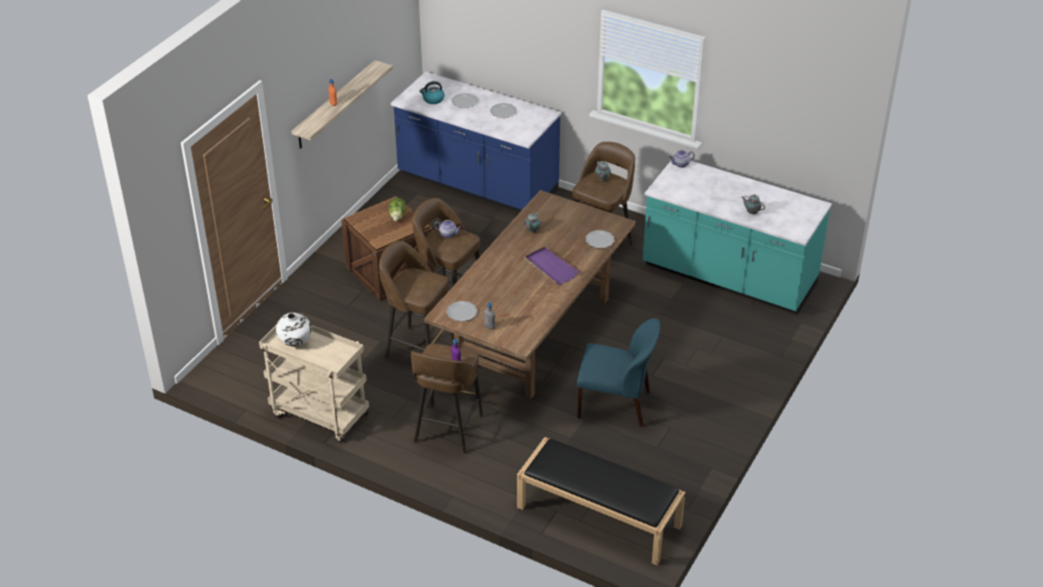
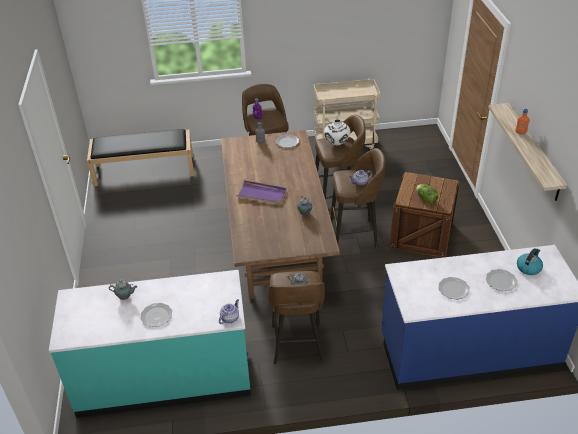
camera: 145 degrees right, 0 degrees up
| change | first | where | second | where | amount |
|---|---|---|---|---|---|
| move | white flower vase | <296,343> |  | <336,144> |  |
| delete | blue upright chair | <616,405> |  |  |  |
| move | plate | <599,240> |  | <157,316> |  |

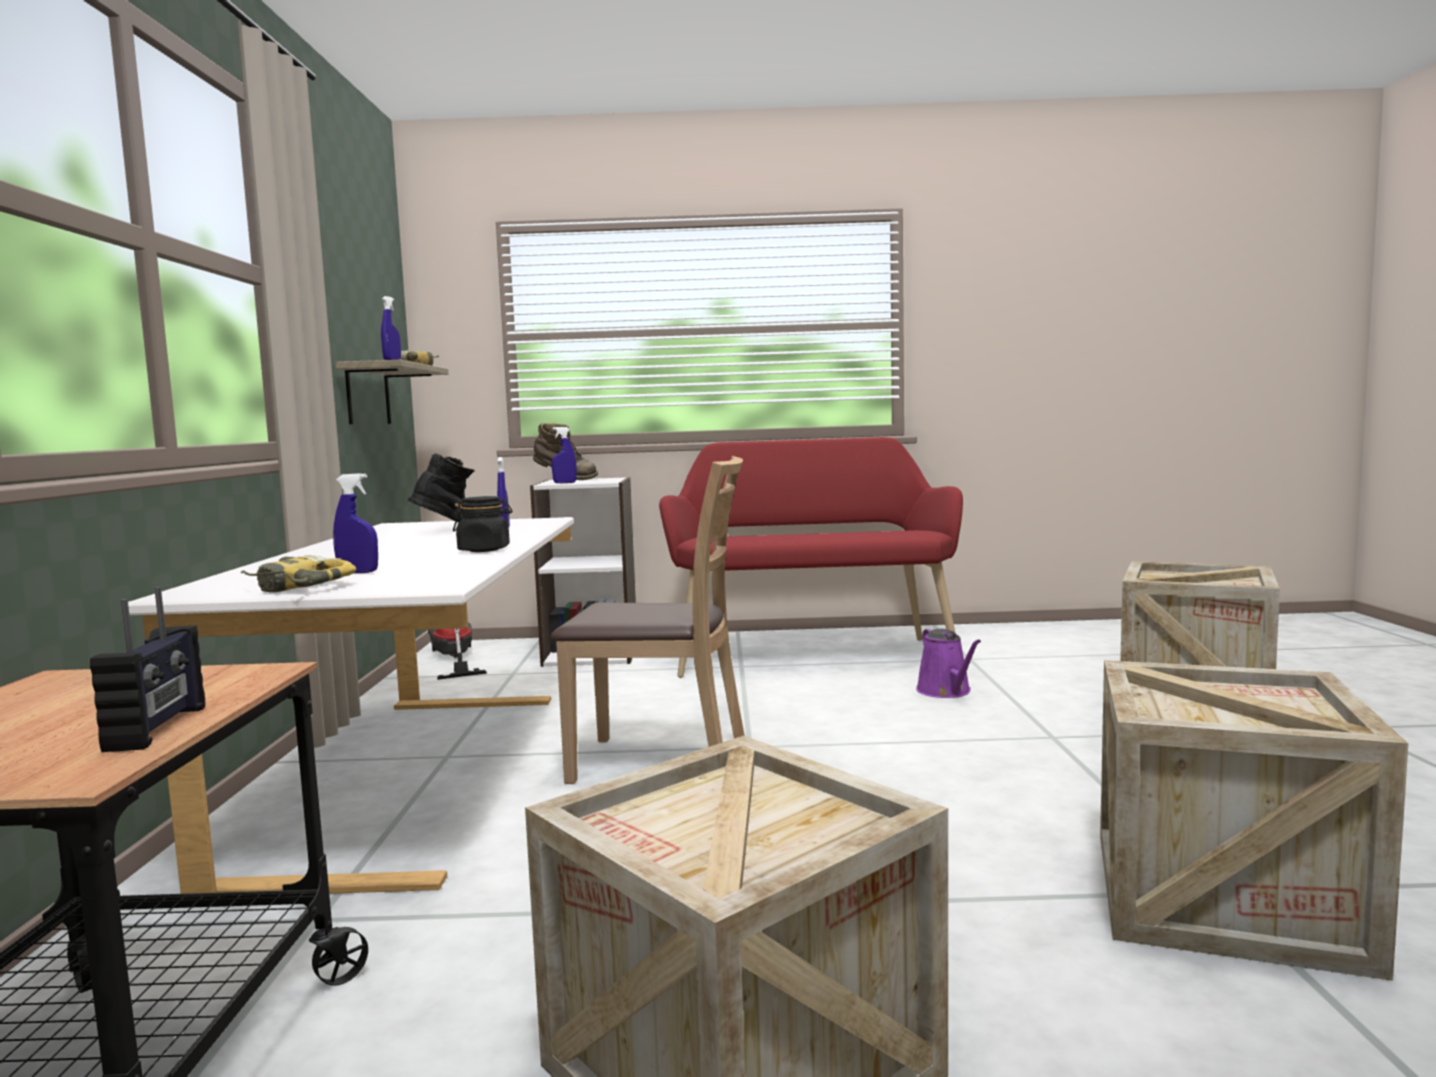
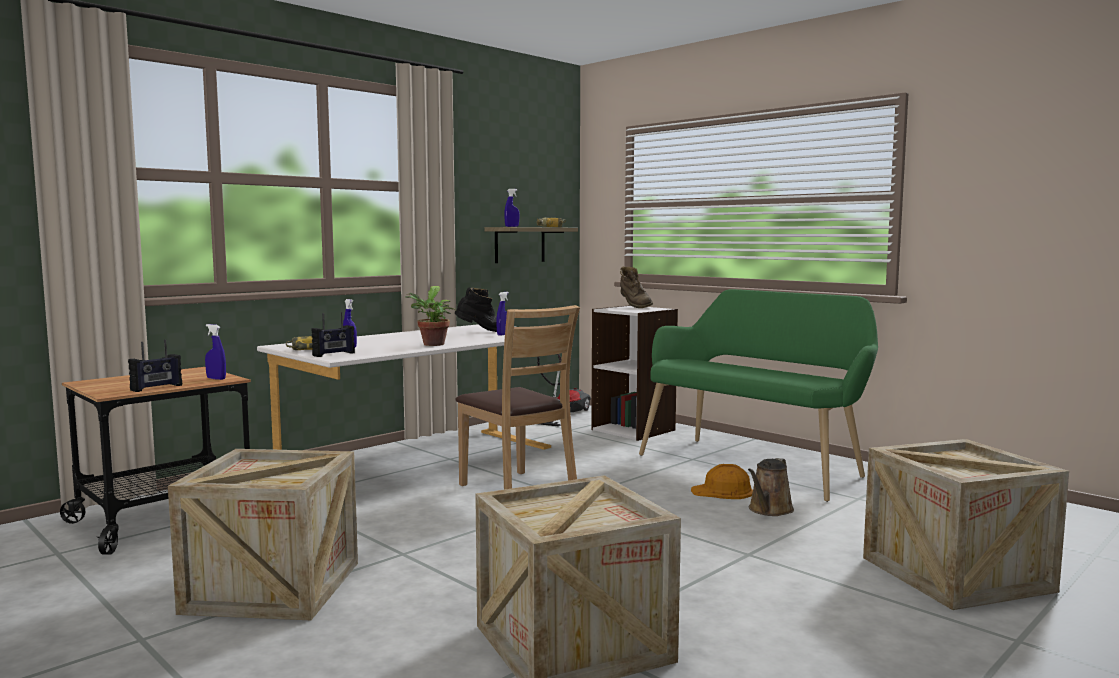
camera: 45 degrees right, 0 degrees up
| change | first | where | second | where | amount |
|---|---|---|---|---|---|
| replace | black-coloured jar | <484,550> | plant in a pot | <432,345> |  |
| move | blue spray bottle | <564,483> |  | <216,379> |  |
| recolor | red-coloured bench | <811,654> | green-coloured bench | <755,465> |  |
| recolor | purplish watering pot | <946,691> | brownish watering pot | <769,510> |  |
| insert |  |  | radio set | <334,354> |  |
| insert |  |  | orange hard hat | <723,491> |  |

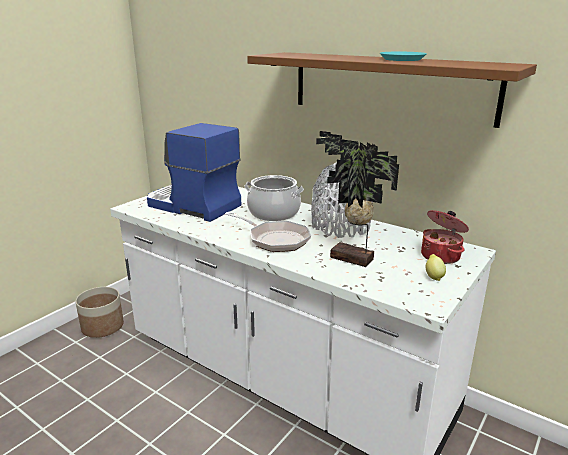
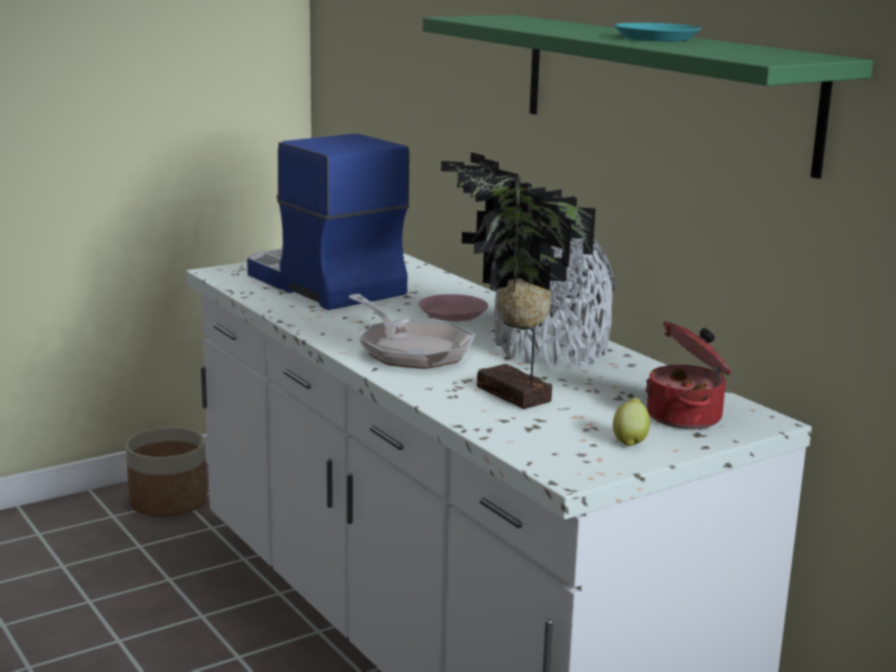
camera: 20 degrees right, 5 degrees down
| change | first | where | second | where | amount |
|---|---|---|---|---|---|
| replace | saucepot | <274,213> | pink-coloured plate | <453,313> |  |
| recolor | brownish shelf | <389,86> | green-coloured shelf | <661,88> |  |

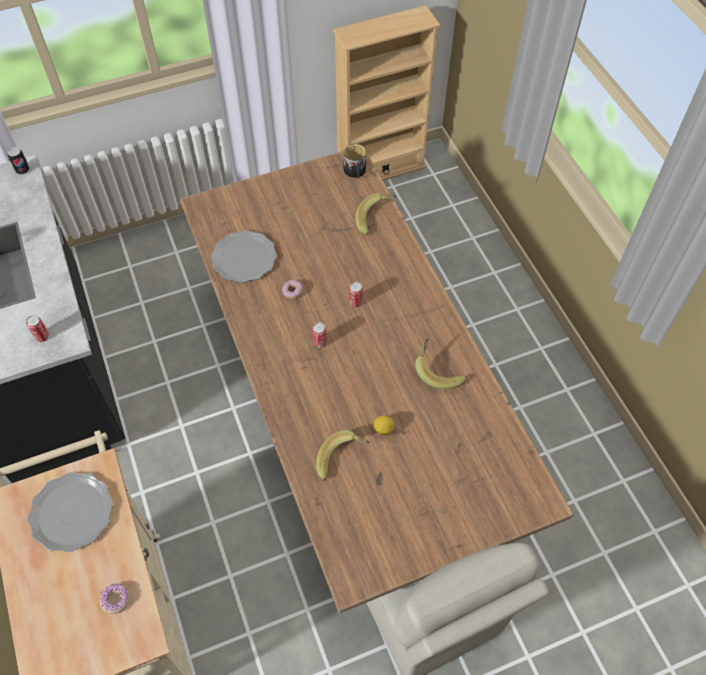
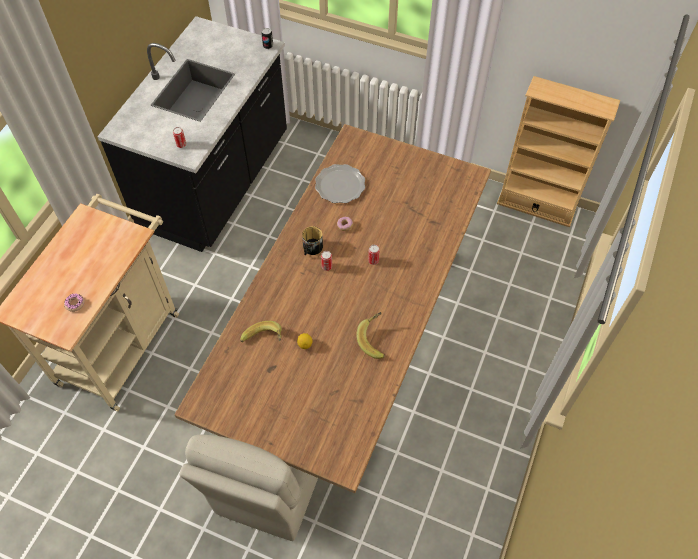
camera: 45 degrees right, 0 degrees up
| change | first | where | second | where | amount |
|---|---|---|---|---|---|
| delete | plate | <72,513> |  |  |  |
| move | coffee mug | <355,171> |  | <311,248> |  |
| delete | banana | <376,220> |  |  |  |

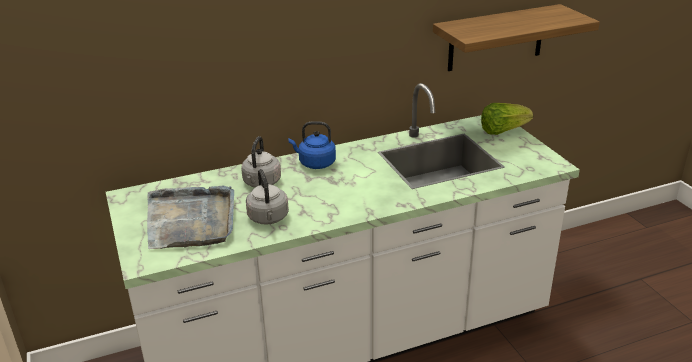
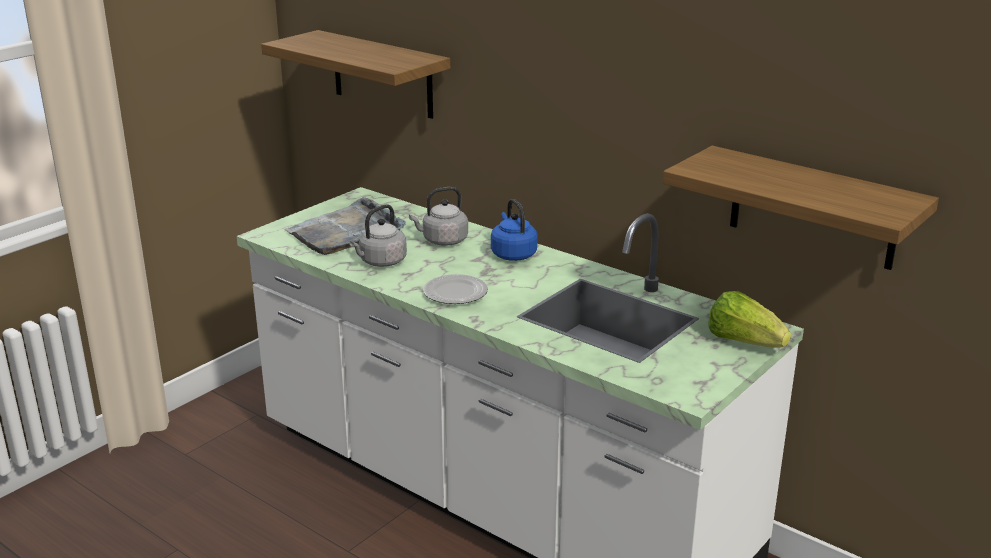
camera: 60 degrees right, 5 degrees down
| change | first | where | second | where | amount |
|---|---|---|---|---|---|
| insert |  |  | shelf | <382,74> |  |
| insert |  |  | plate | <456,293> |  |

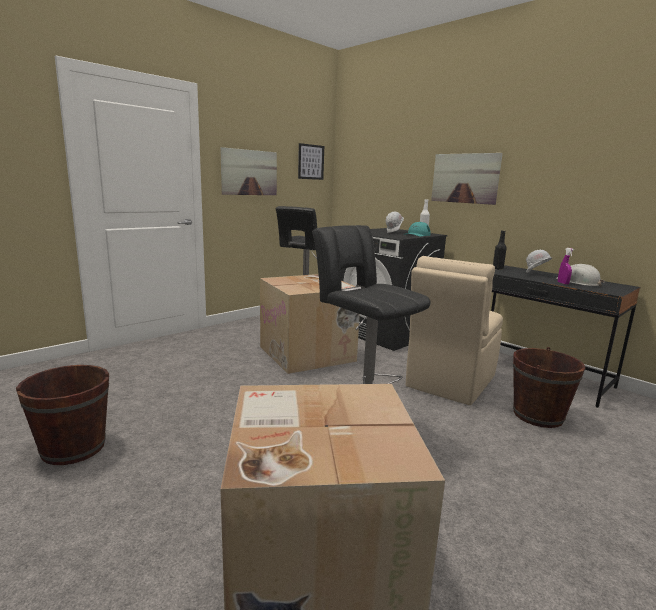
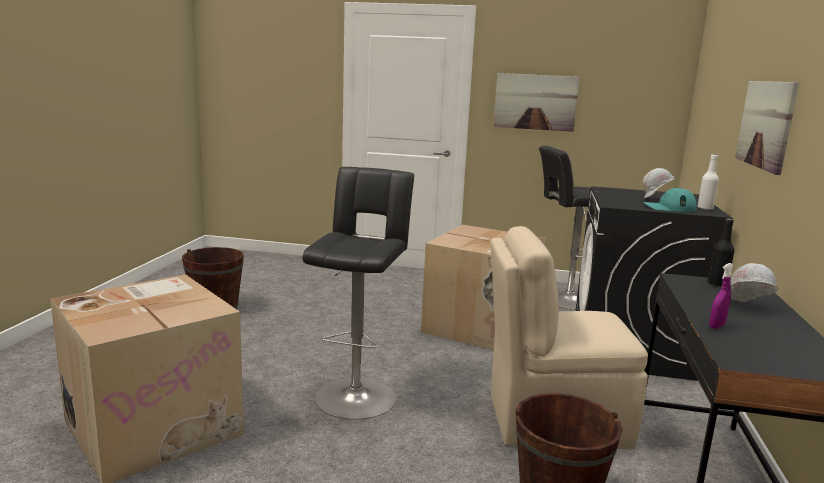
camera: 55 degrees right, 0 degrees up
| change | first | where | second | where | amount |
|---|---|---|---|---|---|
| delete | picture | <311,162> |  |  |  |
| delete | white hard hat | <578,282> |  |  |  |

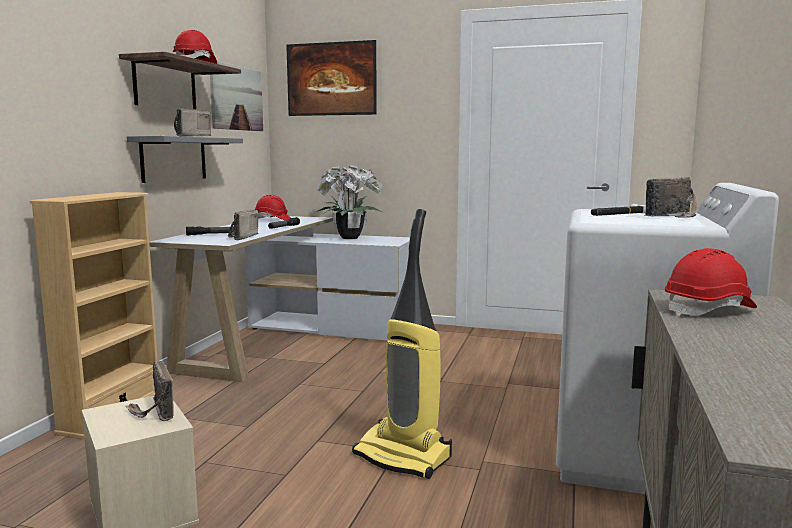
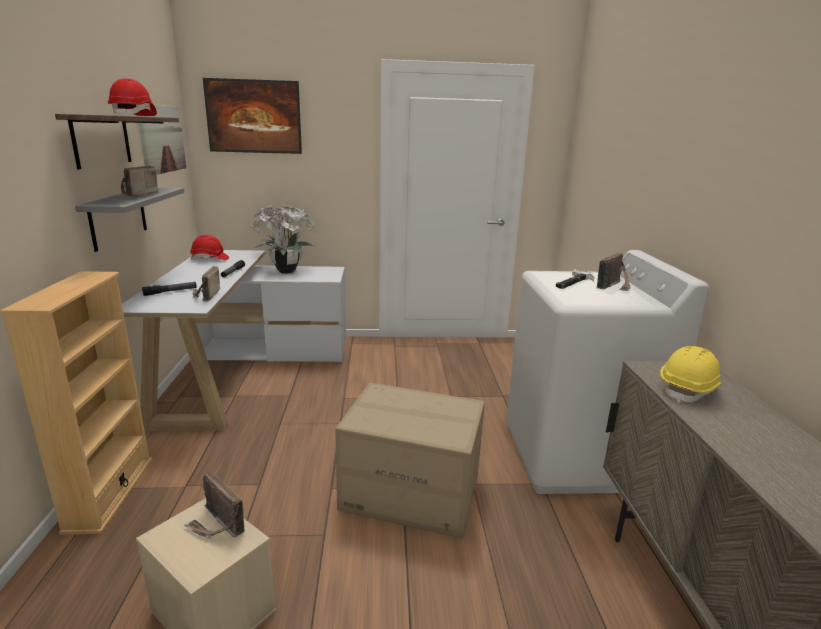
camera: 20 degrees left, 10 degrees up
| change | first | where | second | where | amount |
|---|---|---|---|---|---|
| replace | vacuum cleaner | <404,456> | cardboard box | <411,492> |  |
| recolor | red-coloured hard hat | <709,310> | yellowish hard hat | <688,390> |  |

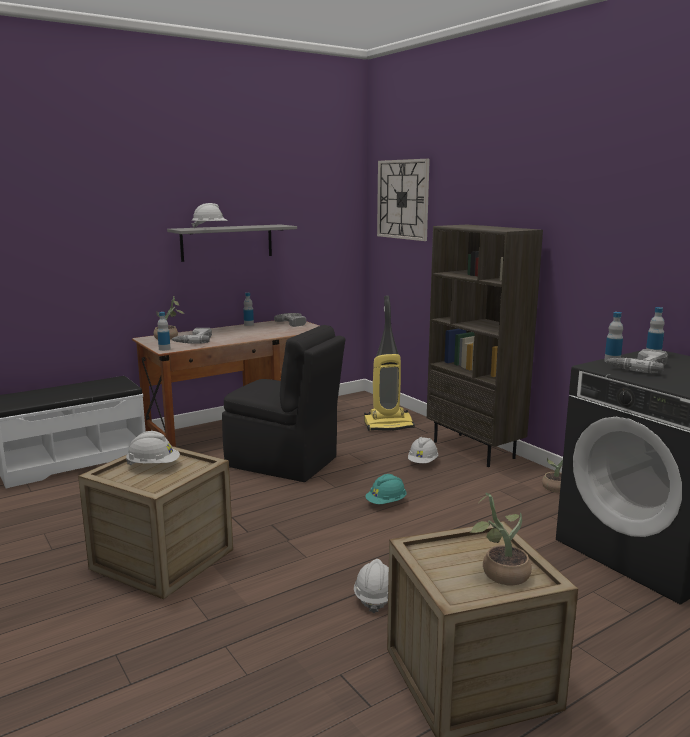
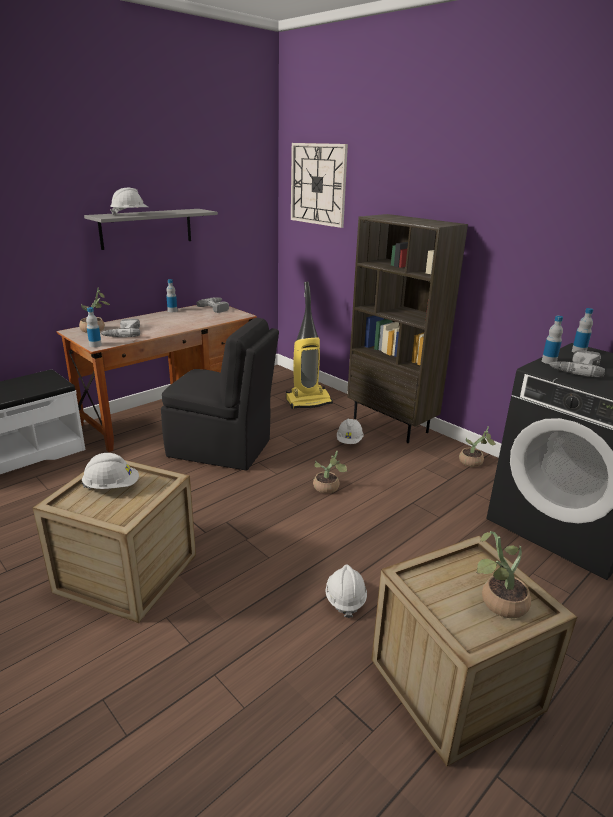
camera: 10 degrees left, 10 degrees up
| change | first | where | second | where | amount |
|---|---|---|---|---|---|
| replace | turquoise-coloured hard hat | <386,503> | plant in a pot | <328,489> |  |

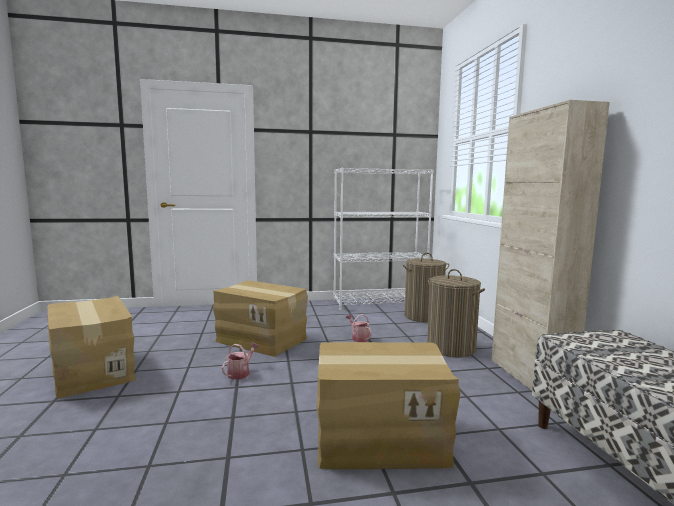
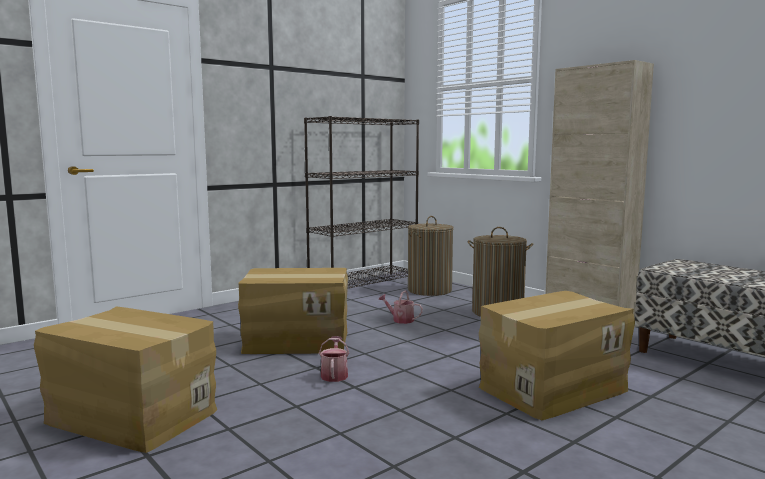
camera: 30 degrees left, 0 degrees up
| change | first | where | second | where | amount |
|---|---|---|---|---|---|
| recolor | white shelving unit | <379,303> | black-coloured shelving unit | <364,284> |  |

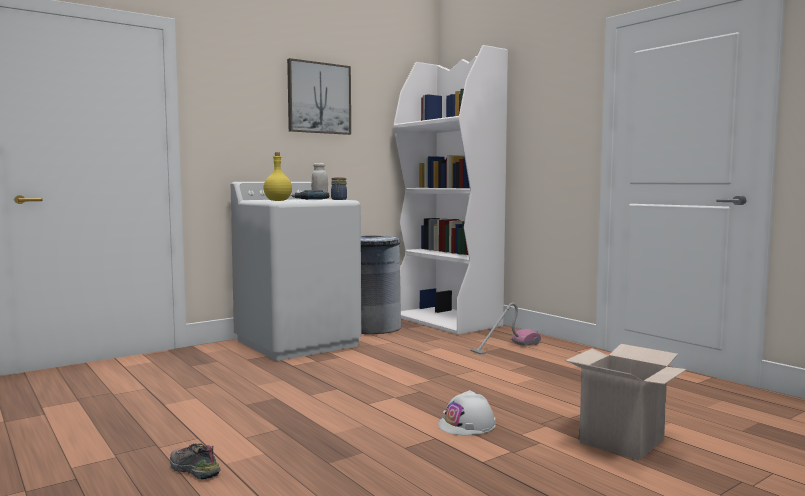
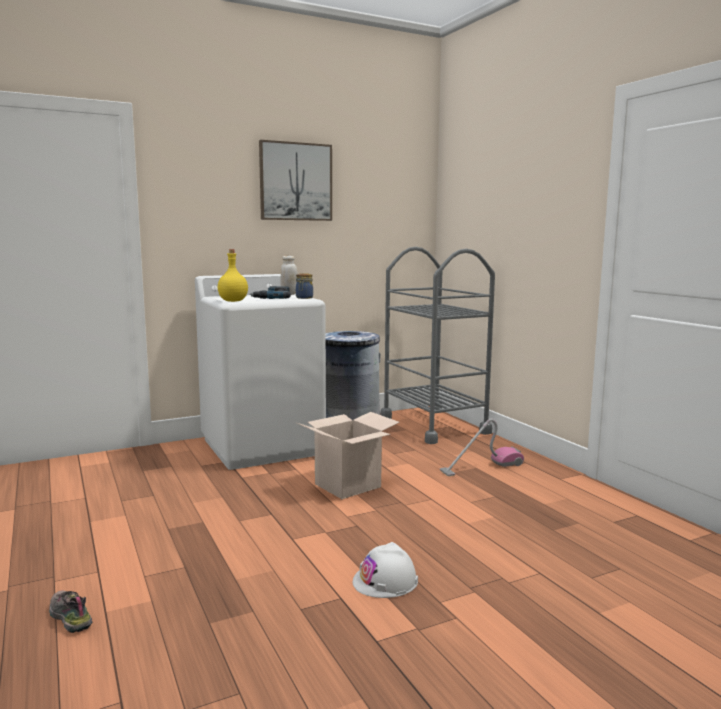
camera: 10 degrees right, 5 degrees up
| change | first | where | second | where | amount |
|---|---|---|---|---|---|
| replace | white shelving unit | <447,321> | grey trolley | <434,425> |  |
| move | cardboard box | <622,441> |  | <348,485> |  |

